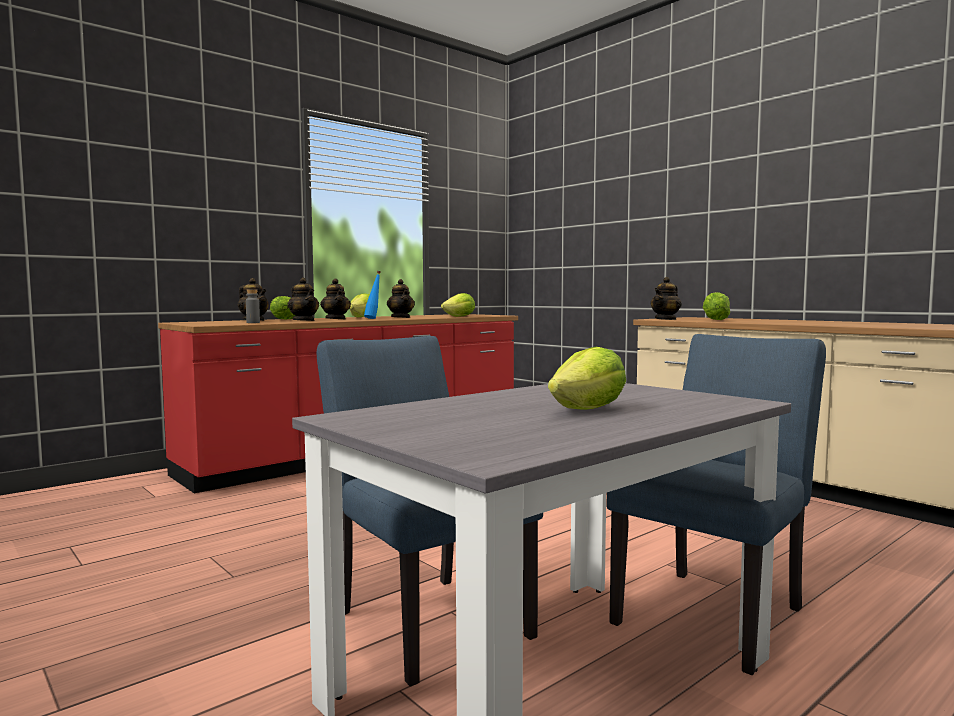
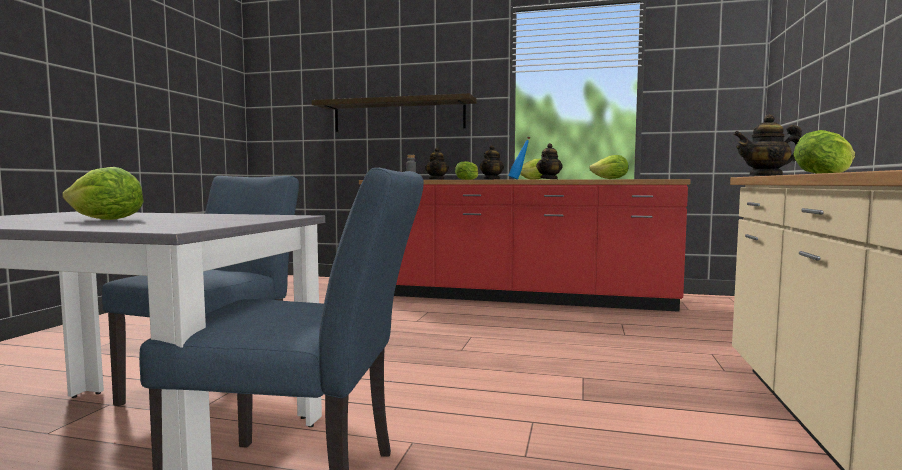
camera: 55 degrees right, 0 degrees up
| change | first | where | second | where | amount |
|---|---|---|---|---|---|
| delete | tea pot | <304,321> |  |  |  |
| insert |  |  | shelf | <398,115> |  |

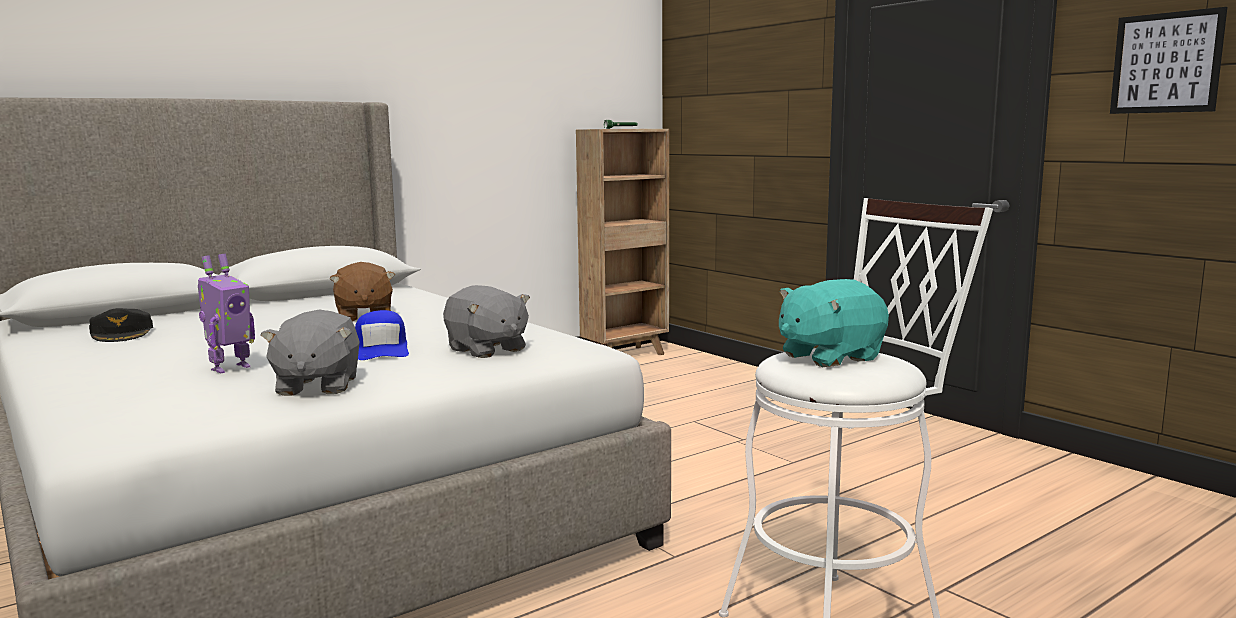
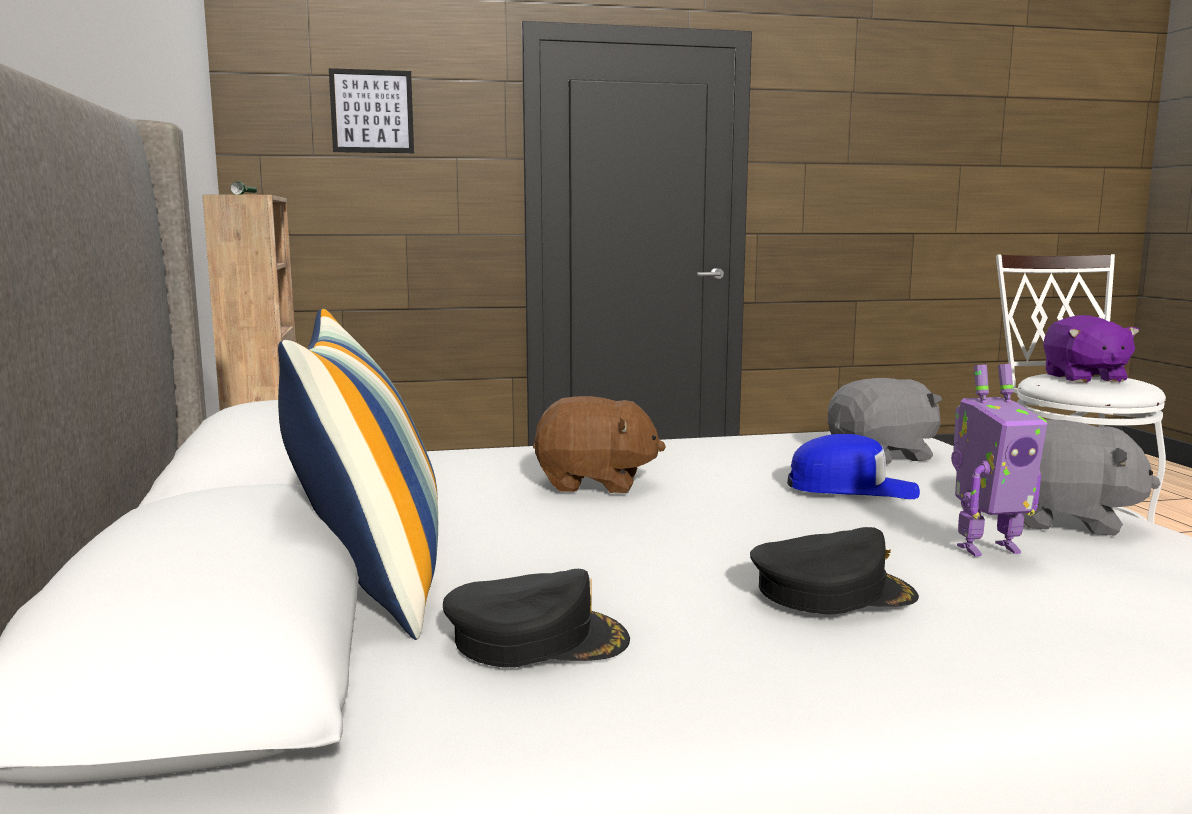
camera: 65 degrees left, 0 degrees up
| change | first | where | second | where | amount |
|---|---|---|---|---|---|
| rotate | toy robot | <229,368> |  | <986,548> | 105 degrees clockwise |
| recolor | turquoise-coloured soft toy | <829,357> | purplish soft toy | <1083,378> |  |
| move | picture | <1166,63> |  | <372,111> |  |
| insert |  |  | throw pillow | <372,582> |  |
| insert |  |  | black-coloured cap | <832,591> |  |

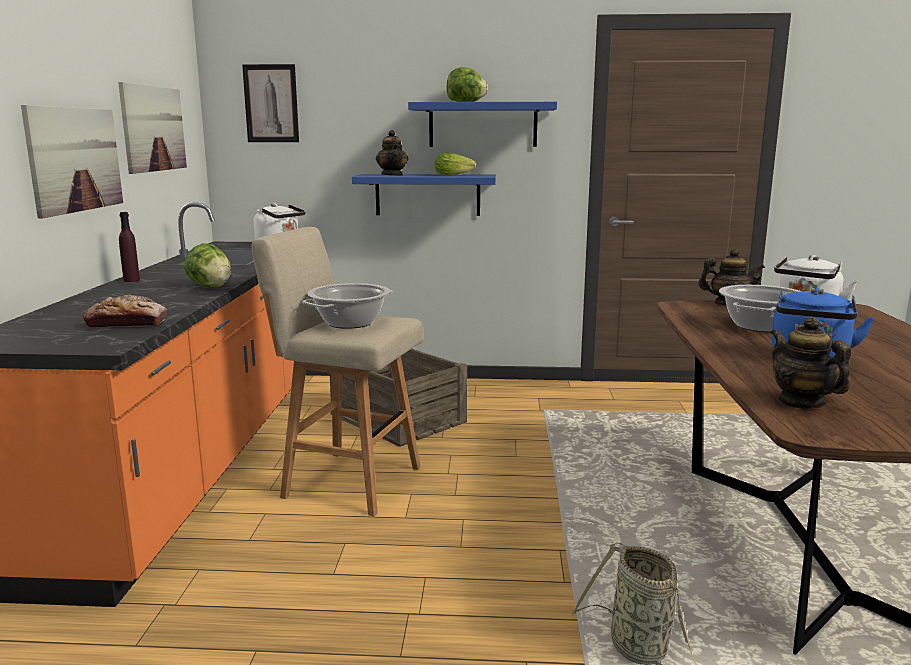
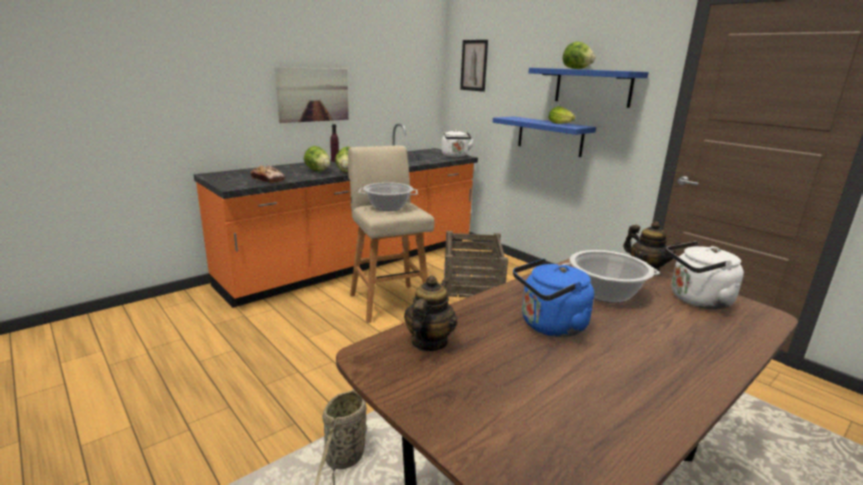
camera: 45 degrees right, 5 degrees up
| change | first | where | second | where | amount |
|---|---|---|---|---|---|
| delete | picture | <153,128> |  |  |  |
| delete | tea pot | <392,175> |  |  |  |
| insert |  |  | lettuce head | <318,170> |  |

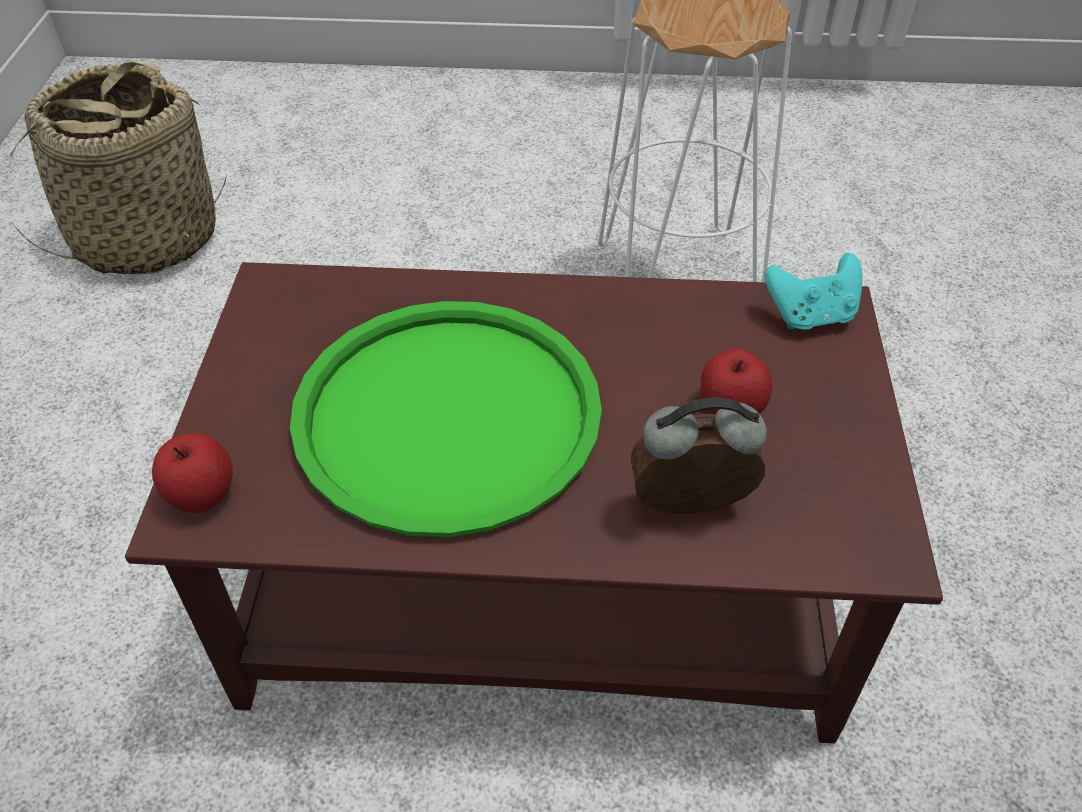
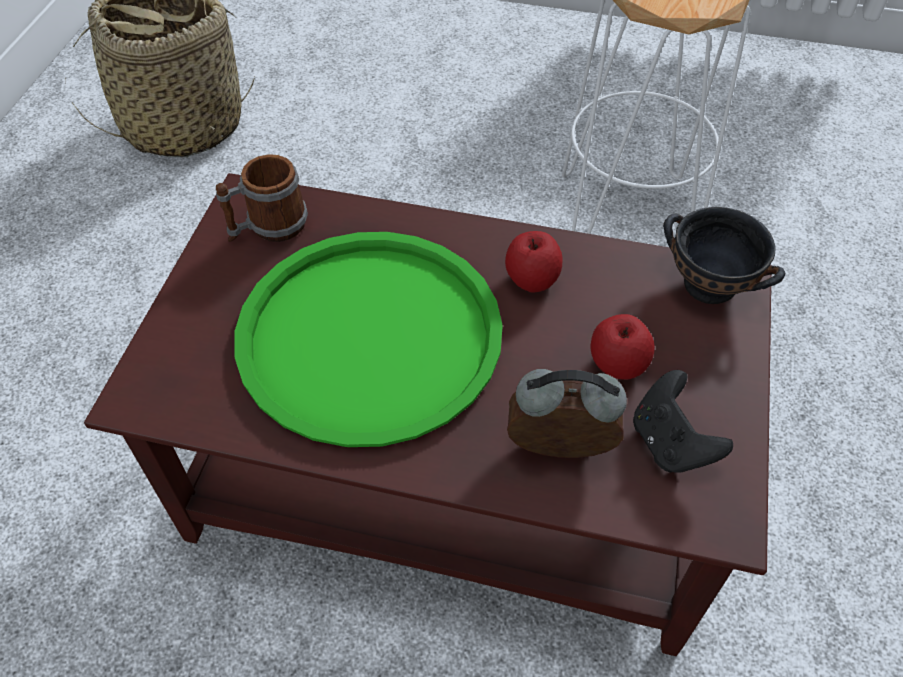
camera: 10 degrees right, 5 degrees up
| change | first | where | second | where | amount |
|---|---|---|---|---|---|
| move | apple | <202,494> |  | <532,279> |  |
| replace | turquoise-coloured gamepad | <810,315> | black-coloured bowl | <710,286> |  |
| insert |  |  | coffee mug | <268,227> |  |
| insert |  |  | black-coloured gamepad | <670,442> |  |

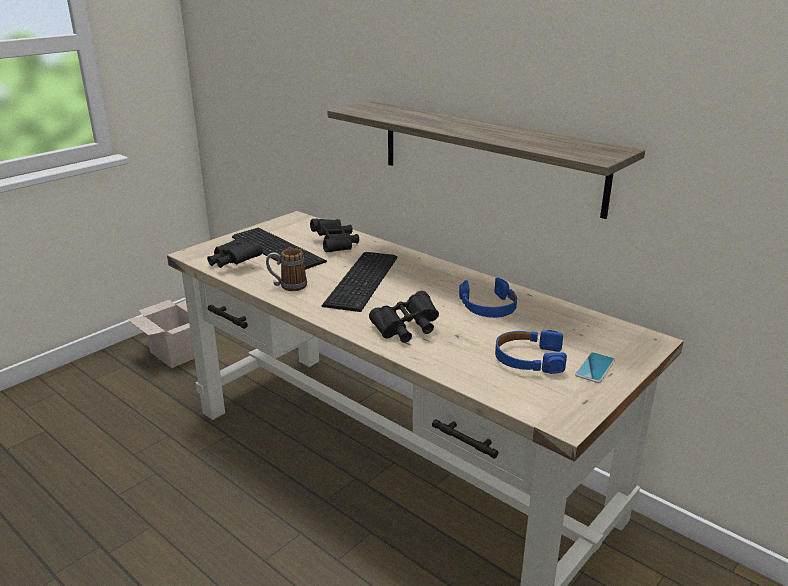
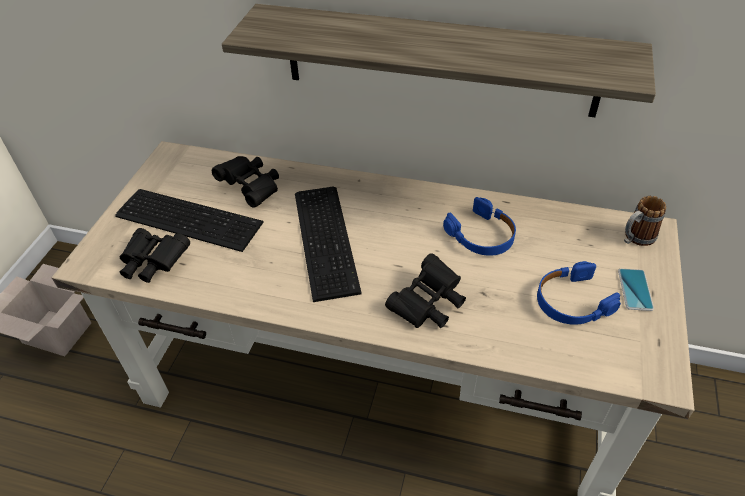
camera: 25 degrees left, 20 degrees up
| change | first | where | second | where | amount |
|---|---|---|---|---|---|
| move | coffee mug | <287,286> |  | <635,238> |  |

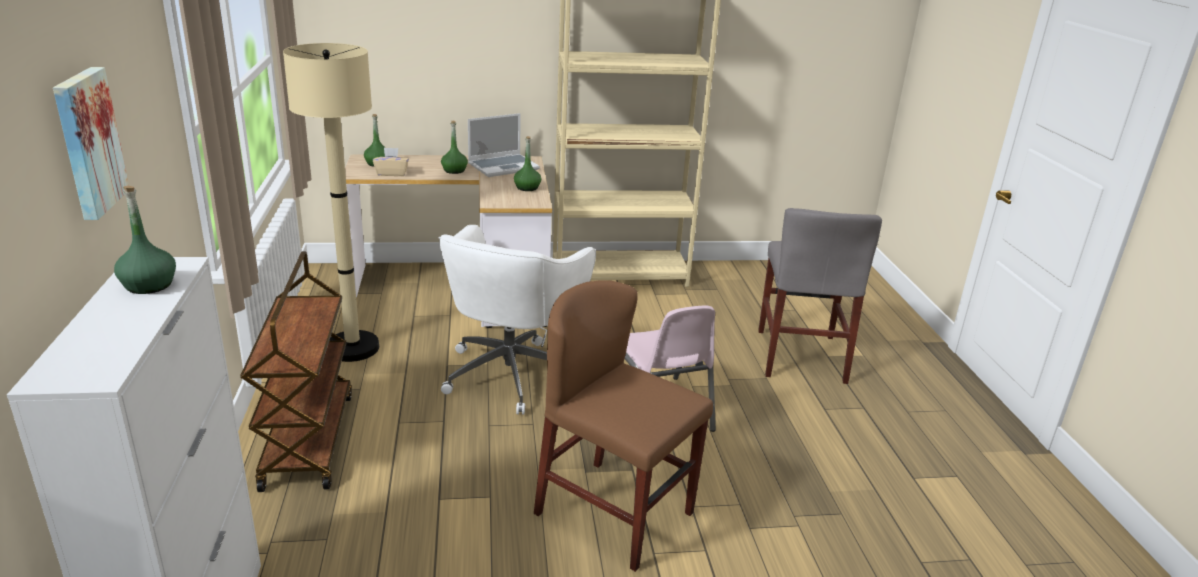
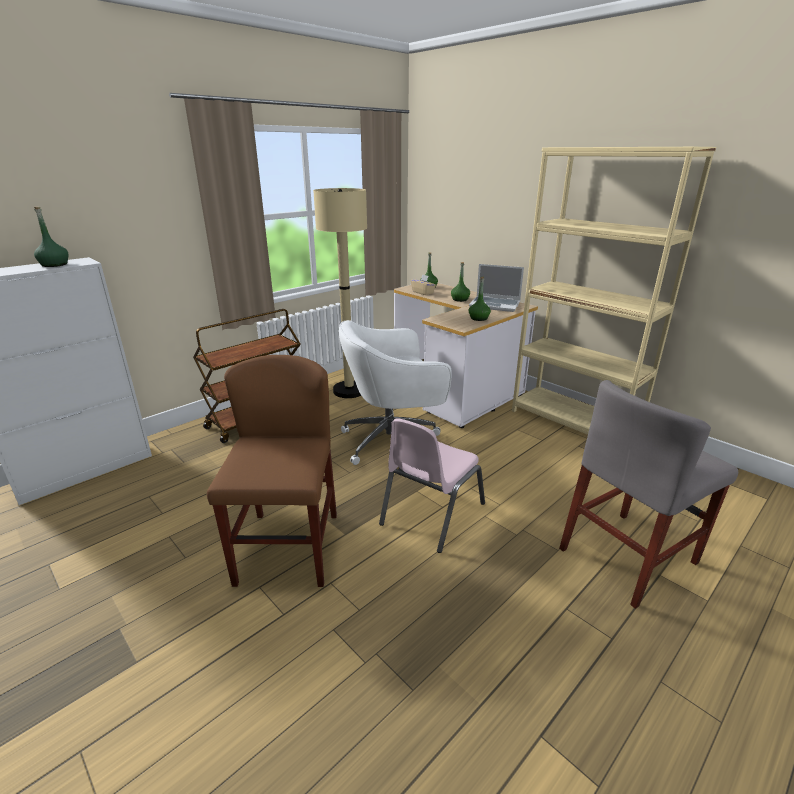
camera: 55 degrees right, 0 degrees up
| change | first | where | second | where | amount |
|---|---|---|---|---|---|
| delete | picture | <87,142> |  |  |  |

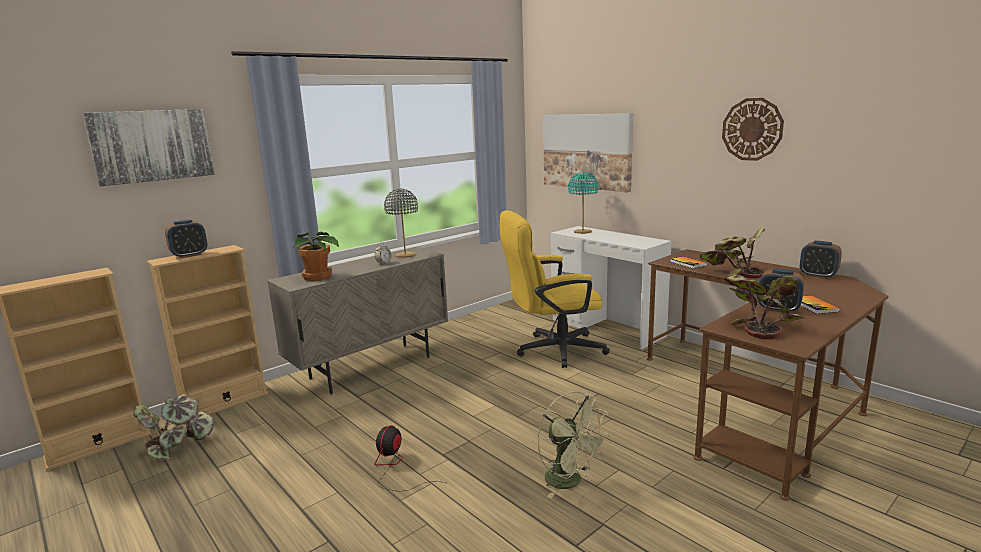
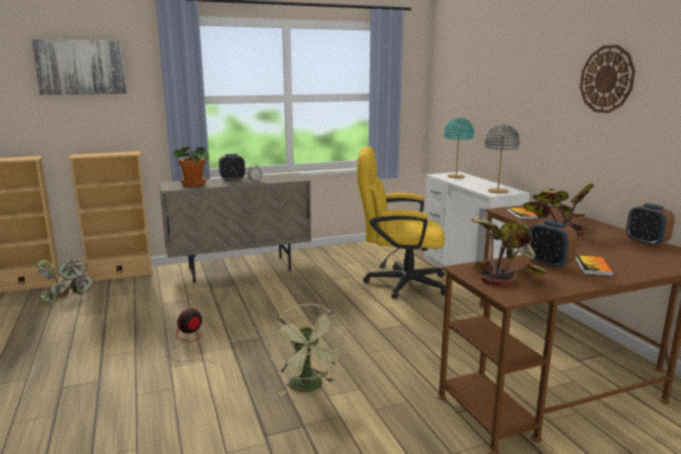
camera: 20 degrees right, 0 degrees up
| change | first | where | second | where | amount |
|---|---|---|---|---|---|
| move | table clock | <189,255> |  | <232,179> |  |
| move | grey tabletop lamp | <405,255> |  | <497,191> |  |
| delete | picture | <586,151> |  |  |  |

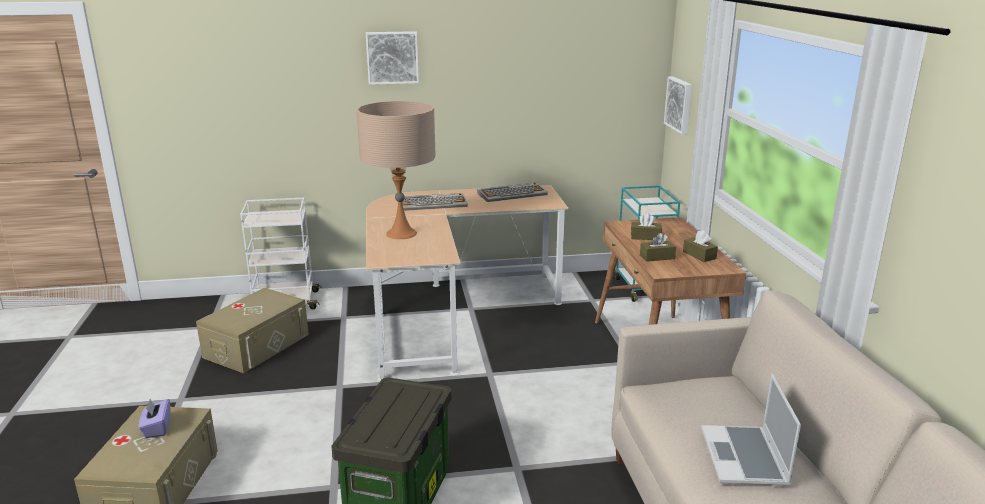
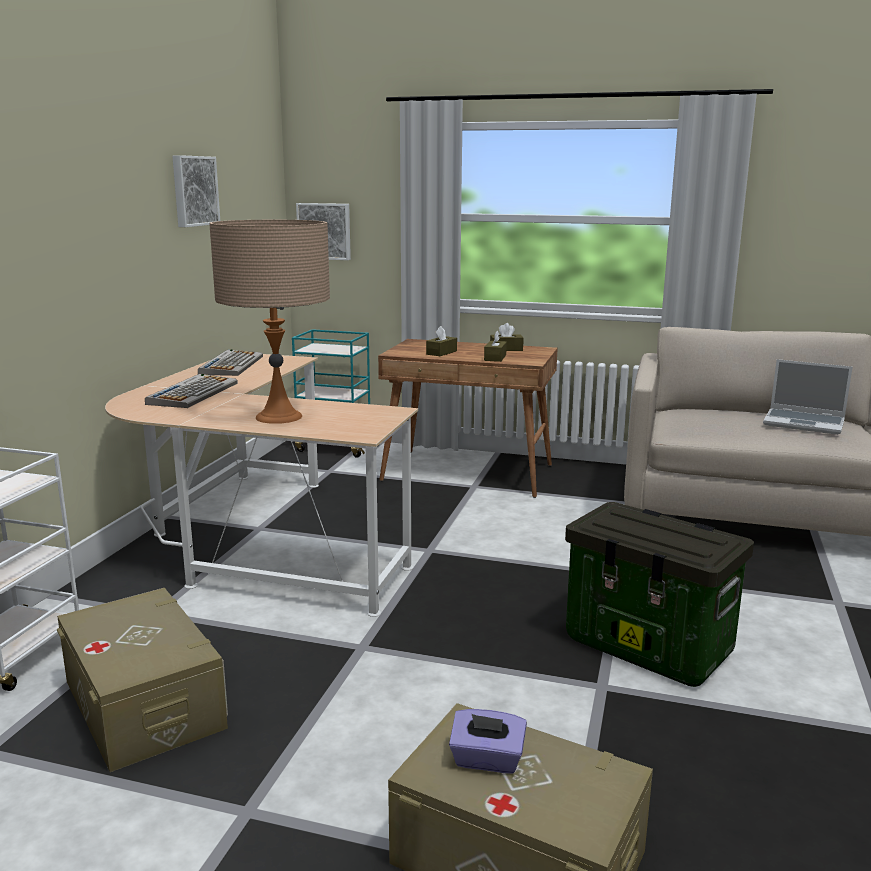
camera: 65 degrees left, 5 degrees down
| change | first | where | second | where | amount |
|---|---|---|---|---|---|
| move | picture | <392,57> |  | <193,191> |  |

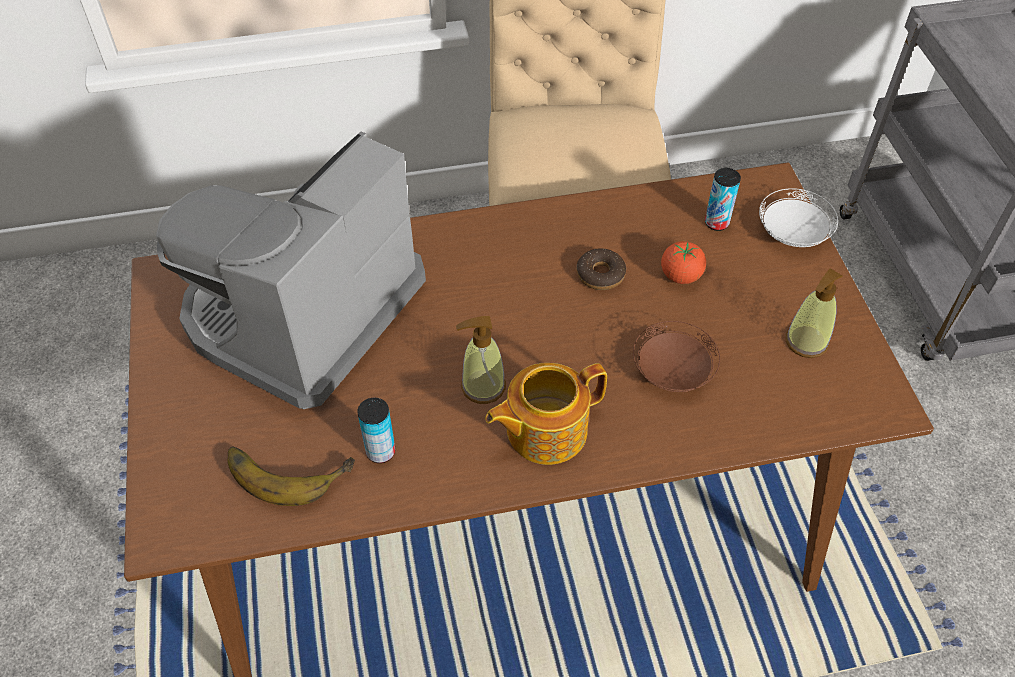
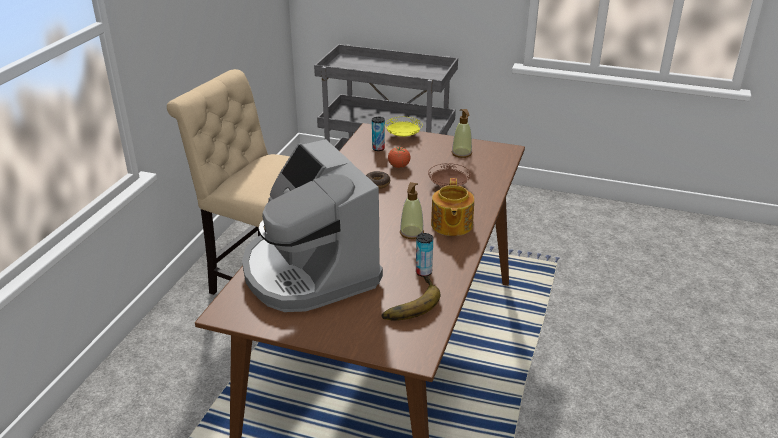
camera: 60 degrees left, 20 degrees down
| change | first | where | second | where | amount |
|---|---|---|---|---|---|
| recolor | white plate | <792,233> | yellowish plate | <403,136> |  |

